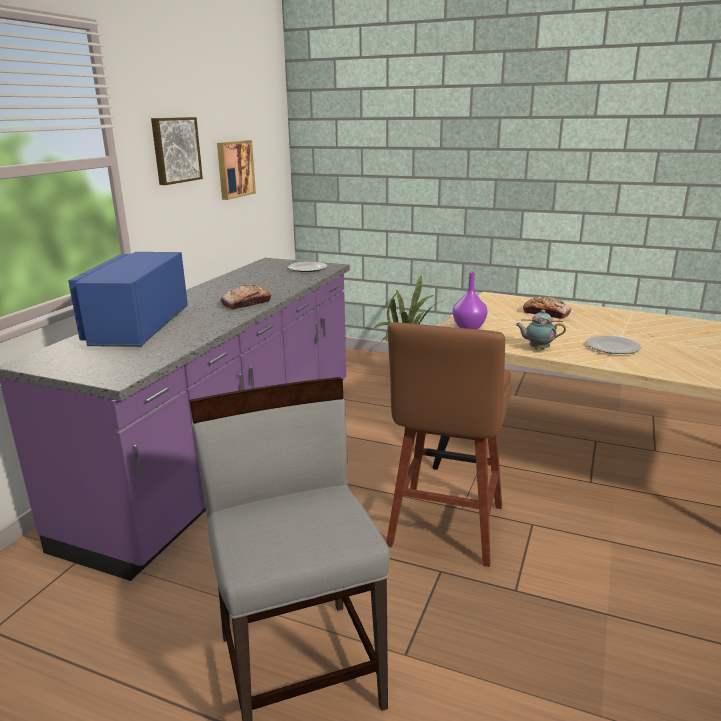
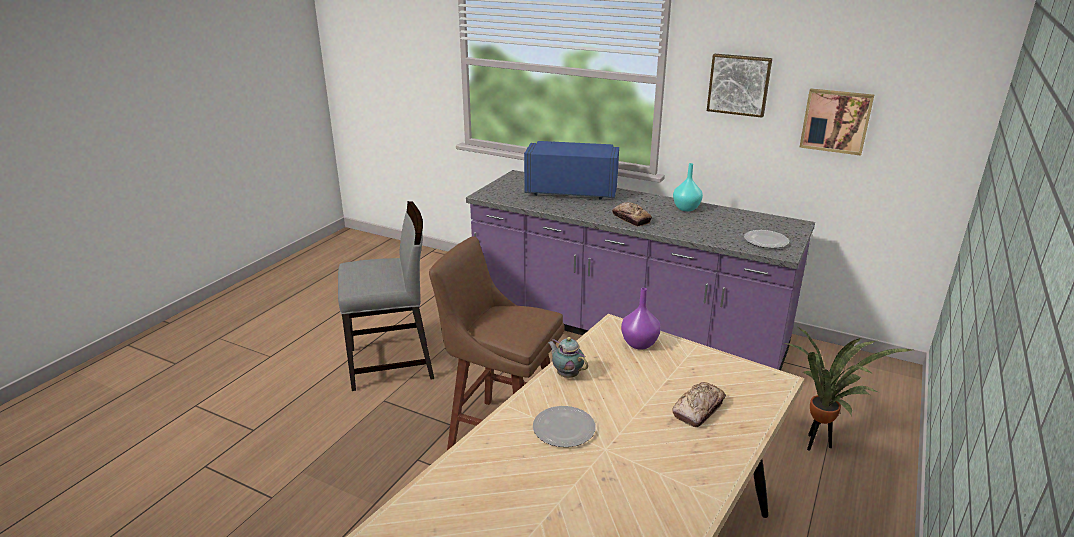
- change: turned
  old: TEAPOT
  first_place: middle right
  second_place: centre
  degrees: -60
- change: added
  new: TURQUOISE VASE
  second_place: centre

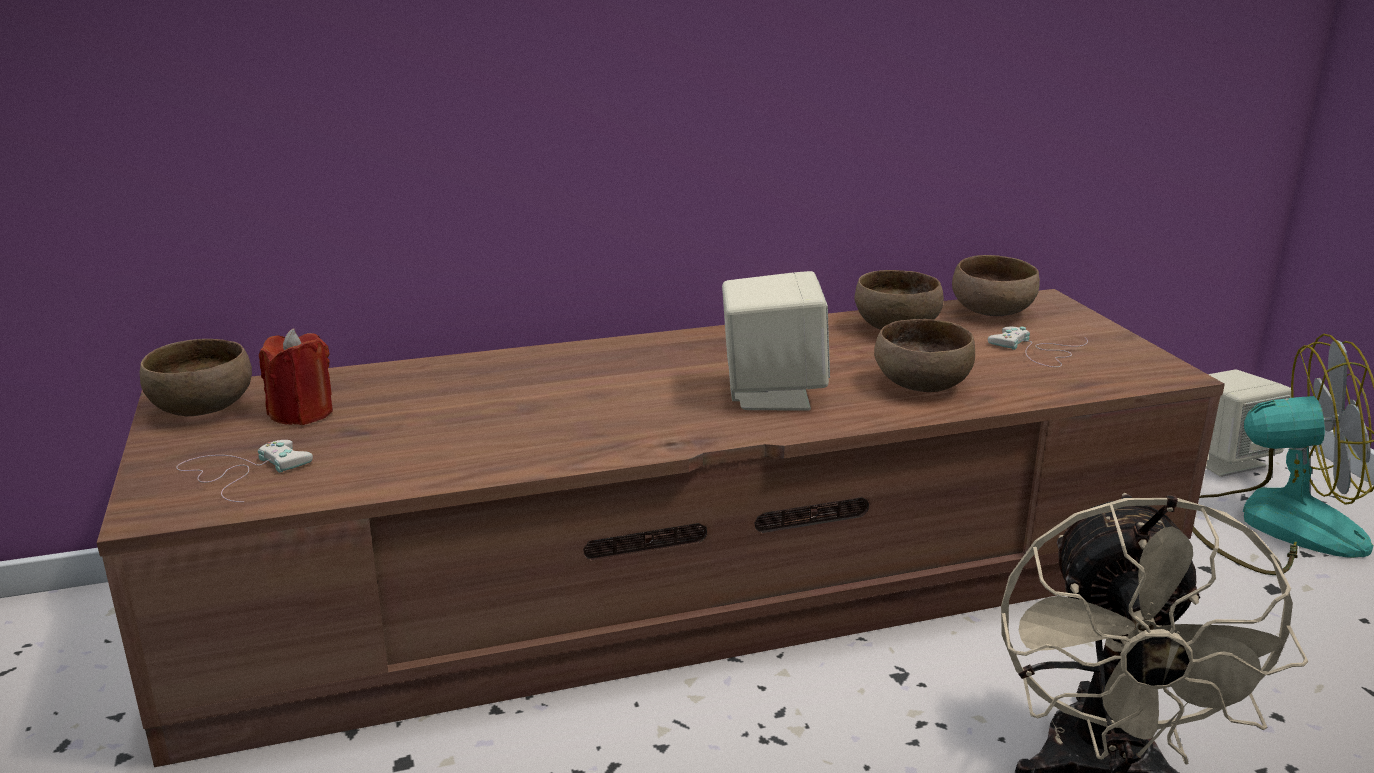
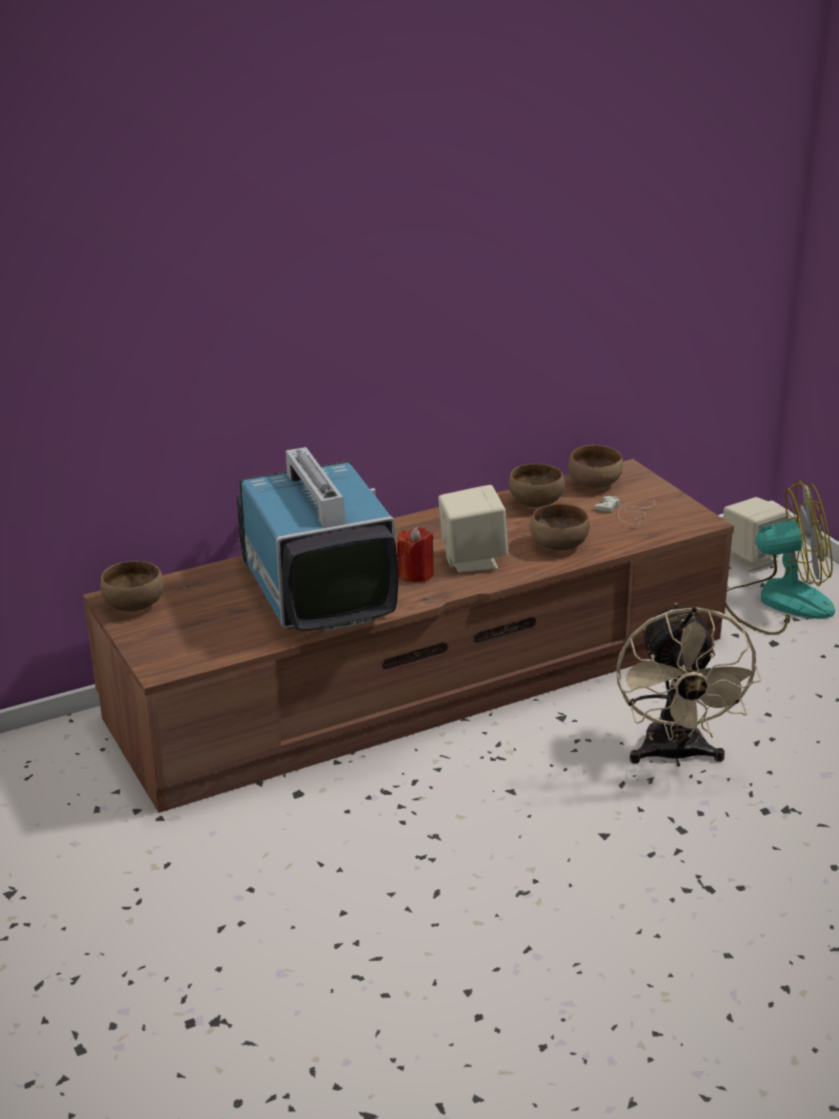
- change: removed
  old: WHITE GAME CONTROLLER (1st from left)
  first_place: middle left
- change: moved
  old: RED CANDLE
  first_place: middle left
  second_place: centre
- change: added
  new: TELEVISION
  second_place: centre

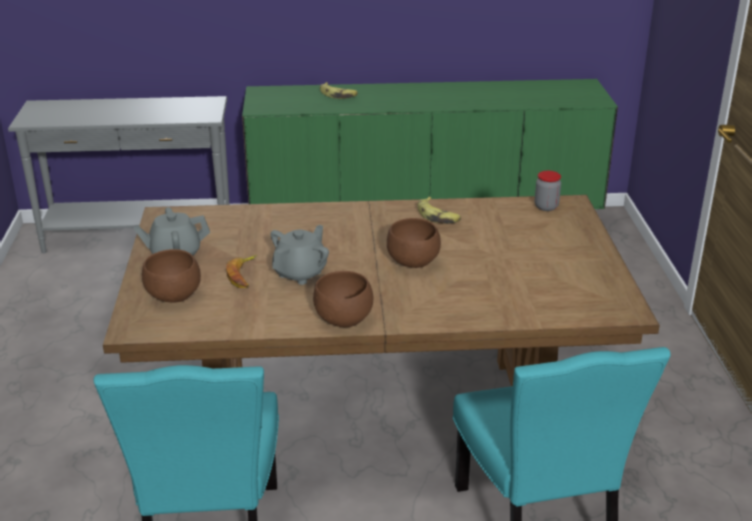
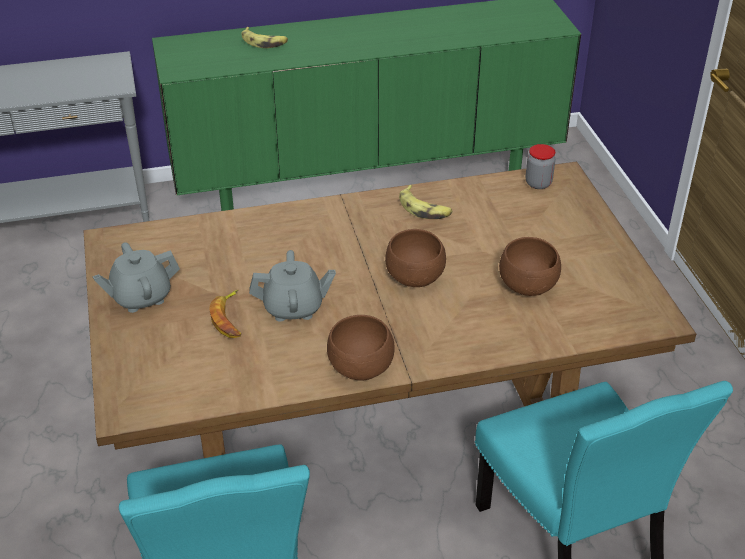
- change: moved
  old: BROWN BOWL (1st from left in the first image)
  new: BROWN BOWL (3rd from left)
  first_place: middle left
  second_place: middle right
- change: turned
  old: GREY TEAPOT (2nd from left)
  first_place: centre
  second_place: centre
  degrees: 60

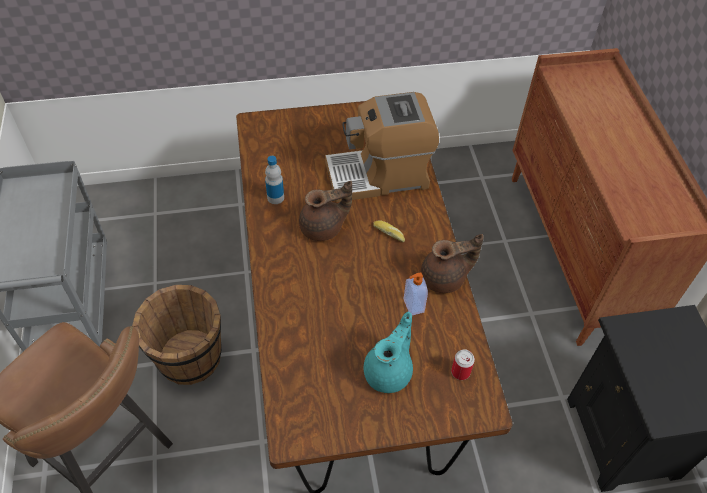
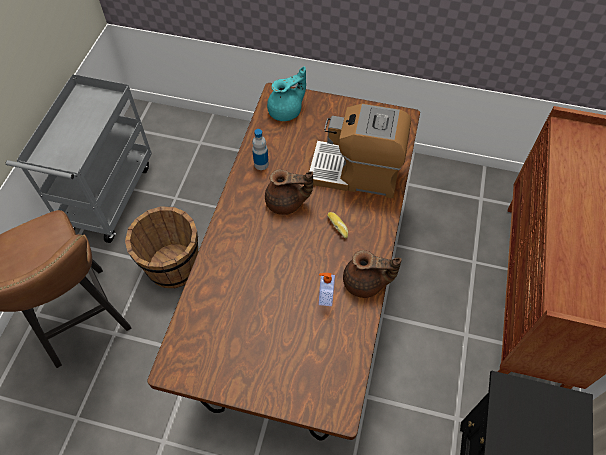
- change: moved
  old: TURQUOISE TEAPOT
  first_place: bottom centre
  second_place: top centre
- change: removed
  old: CAN
  first_place: bottom centre

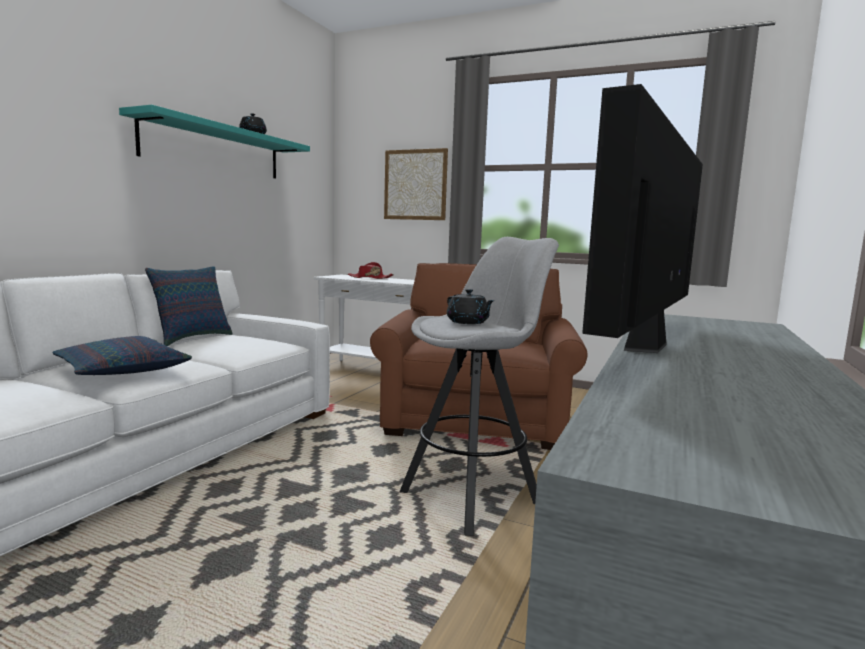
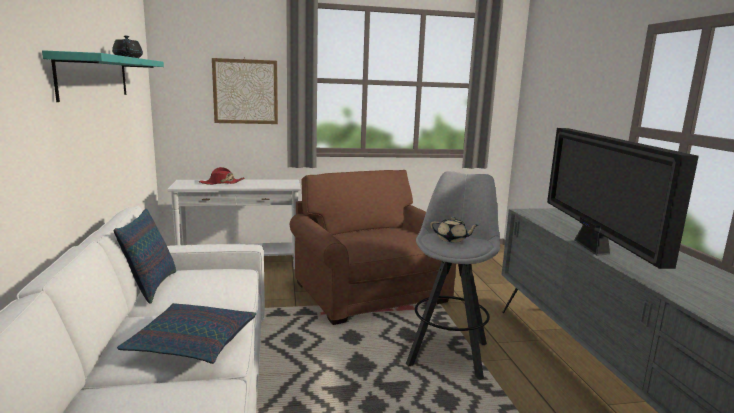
- change: recoloured
  old: BLACK TEAPOT (2nd from left)
  new: BEIGE TEAPOT
  first_place: centre
  second_place: centre

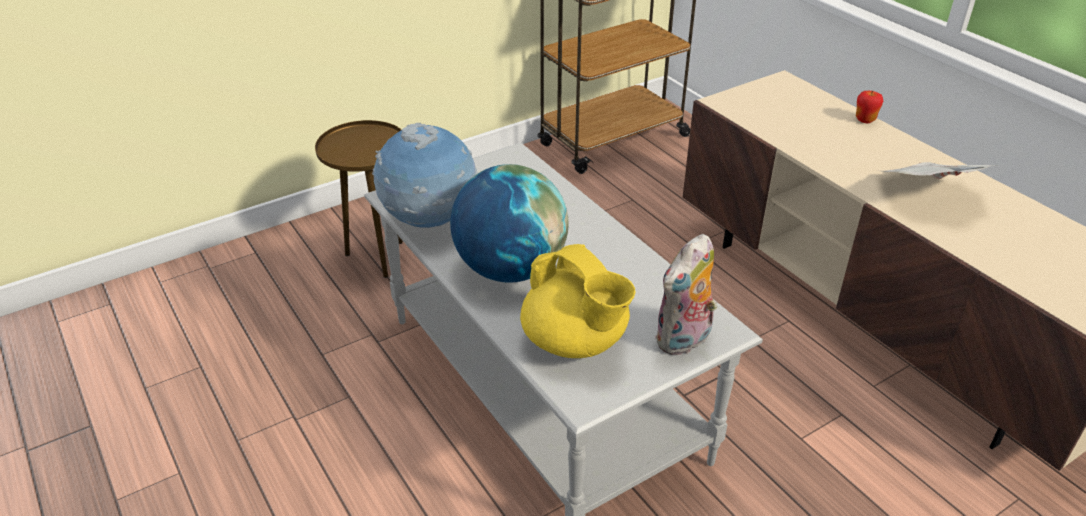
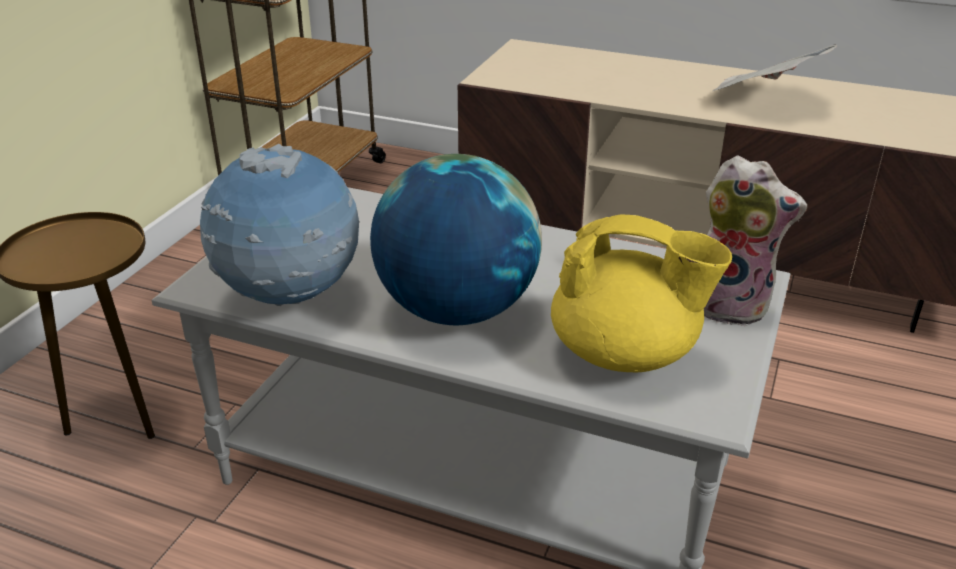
- change: turned
  old: PLUSH TOY
  first_place: centre
  second_place: middle right
  degrees: -75
- change: removed
  old: APPLE
  first_place: top right

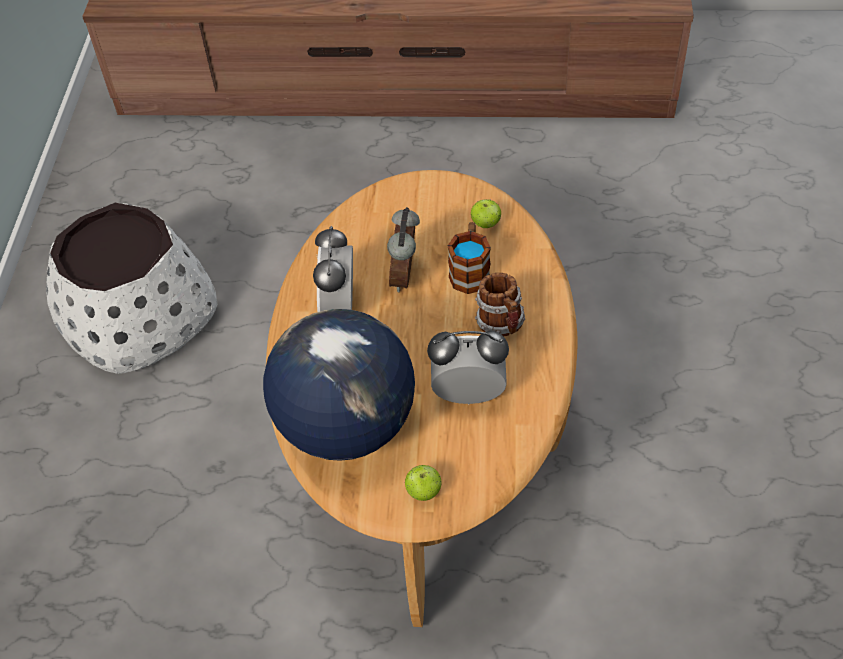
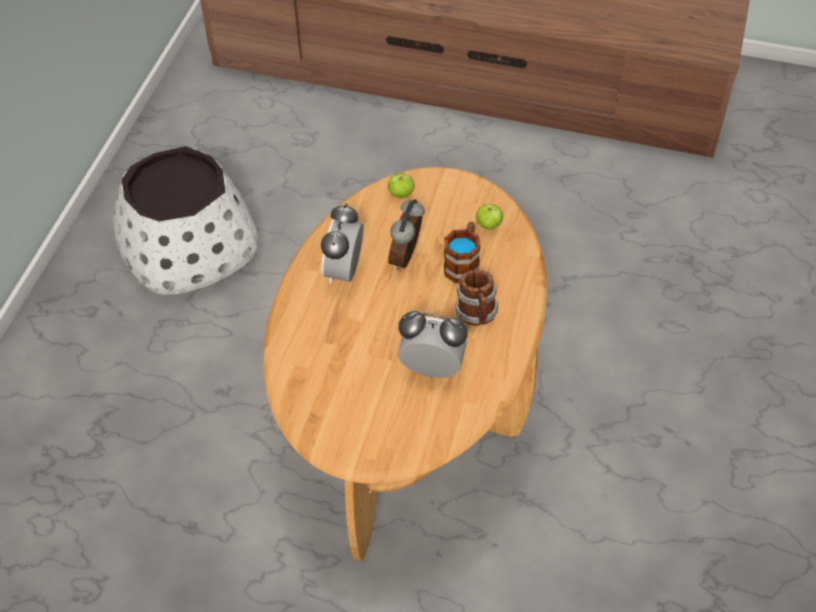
- change: removed
  old: GLOBE
  first_place: centre
- change: moved
  old: APPLE (1st from left)
  first_place: bottom centre
  second_place: top centre

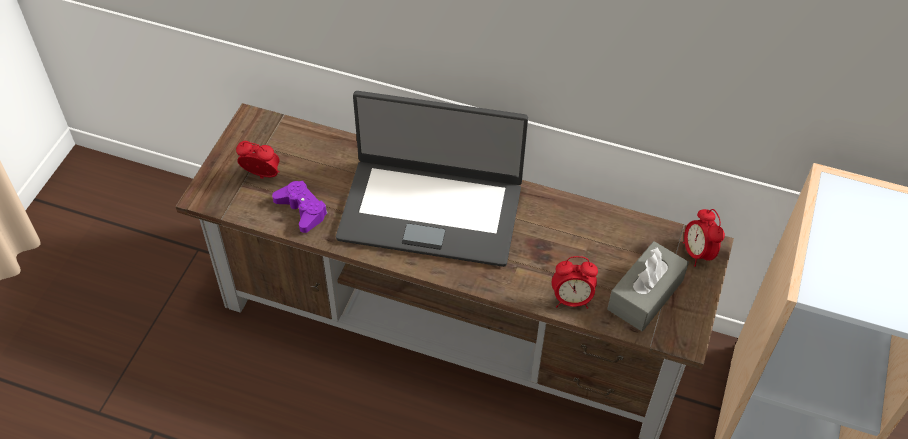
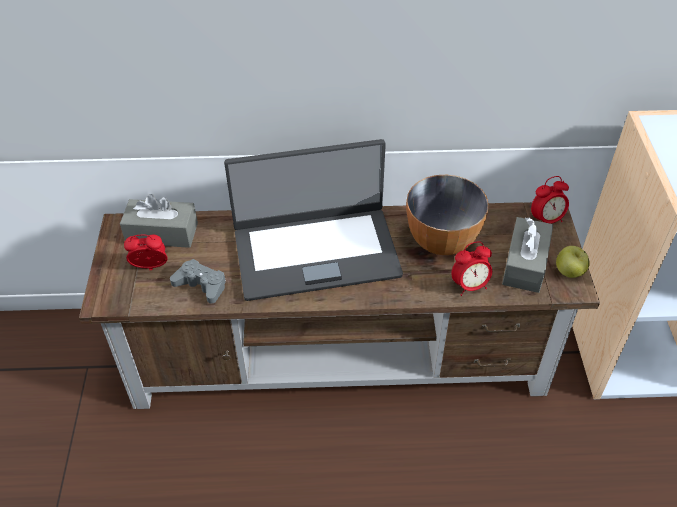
- change: recoloured
  old: PURPLE GAME CONTROLLER
  new: GREY GAME CONTROLLER
  first_place: middle left
  second_place: middle left
- change: turned
  old: ALARM CLOCK (3rd from left)
  first_place: middle right
  second_place: middle right
  degrees: -75
- change: added
  new: GREY TISSUE BOX (1st from left)
  second_place: middle left
- change: added
  new: BOWL
  second_place: centre
- change: added
  new: APPLE
  second_place: middle right

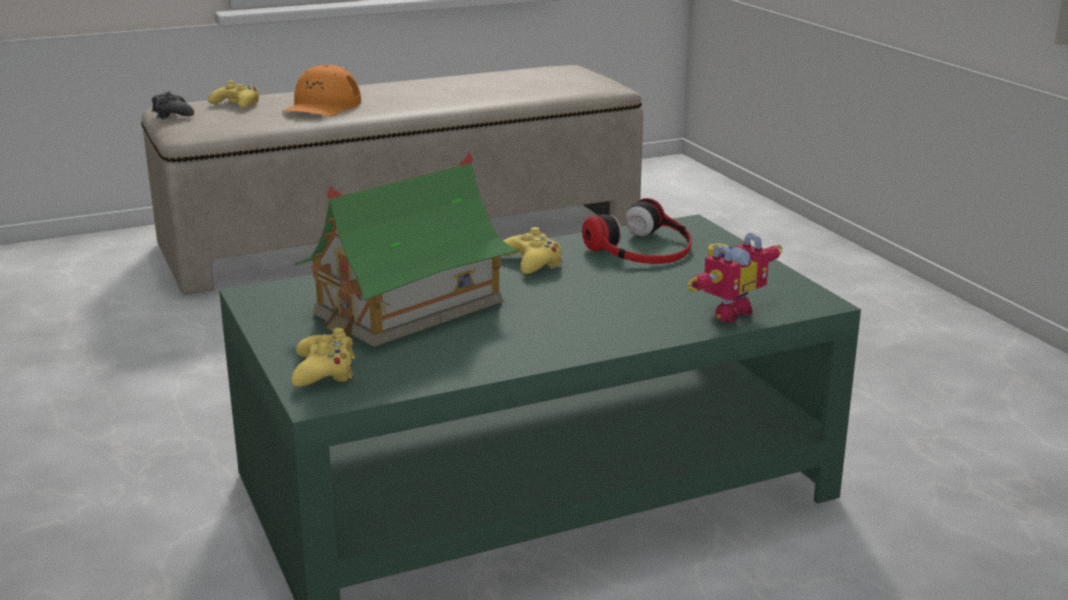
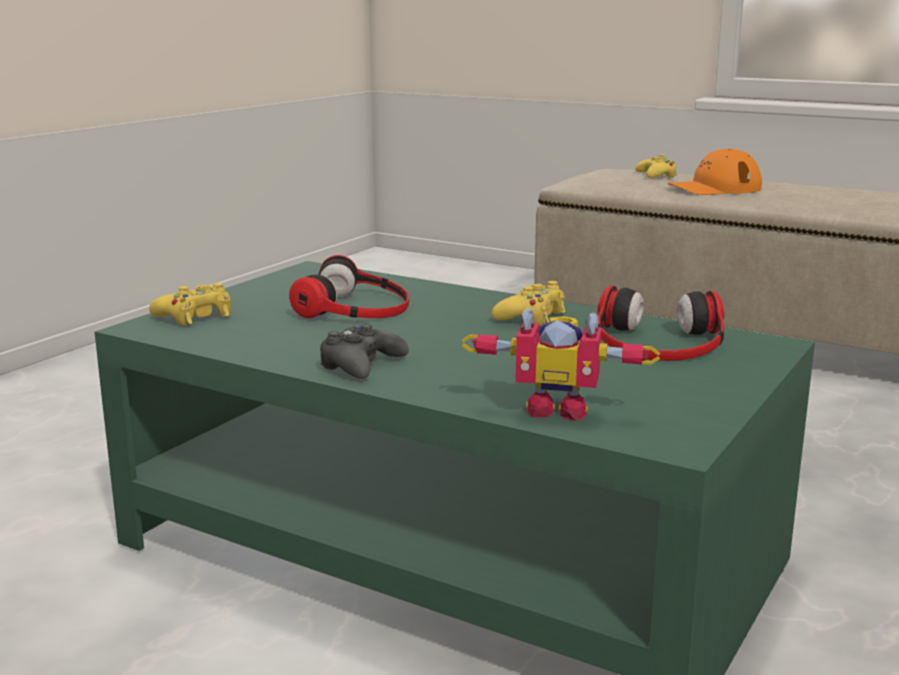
- change: moved
  old: BLACK GAME CONTROLLER
  first_place: top left
  second_place: centre
- change: replaced
  old: TOY HOUSE
  new: HEADPHONES (1st from left)
  first_place: centre
  second_place: centre

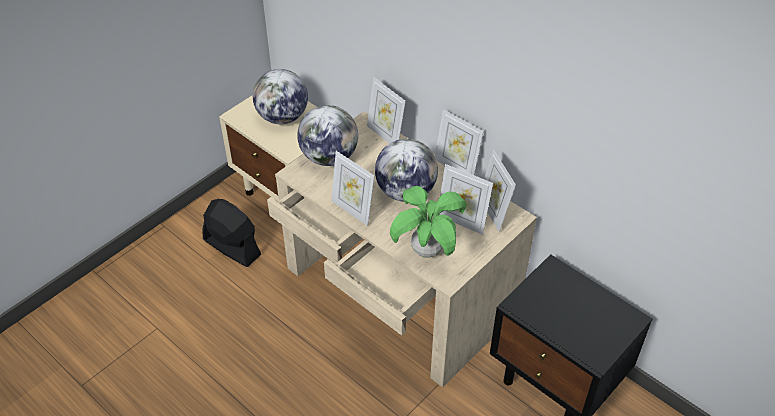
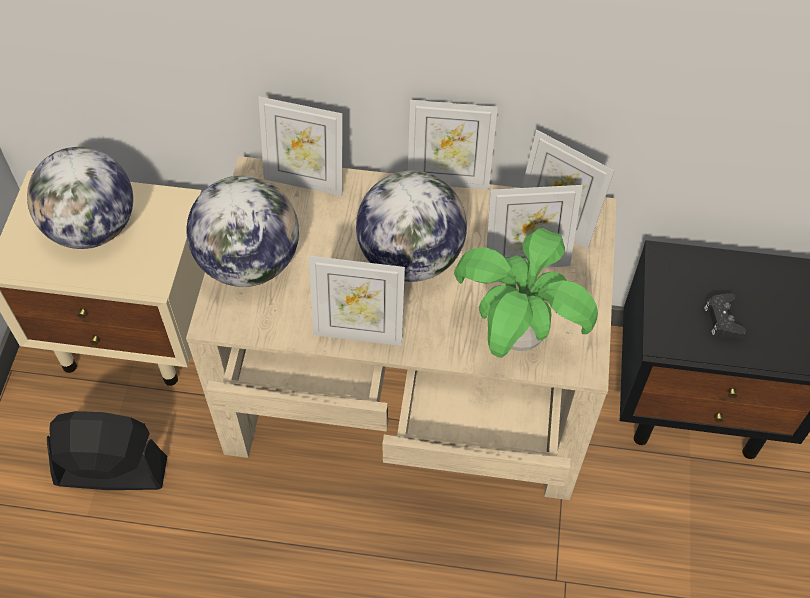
- change: added
  new: BLACK GAME CONTROLLER
  second_place: middle right

